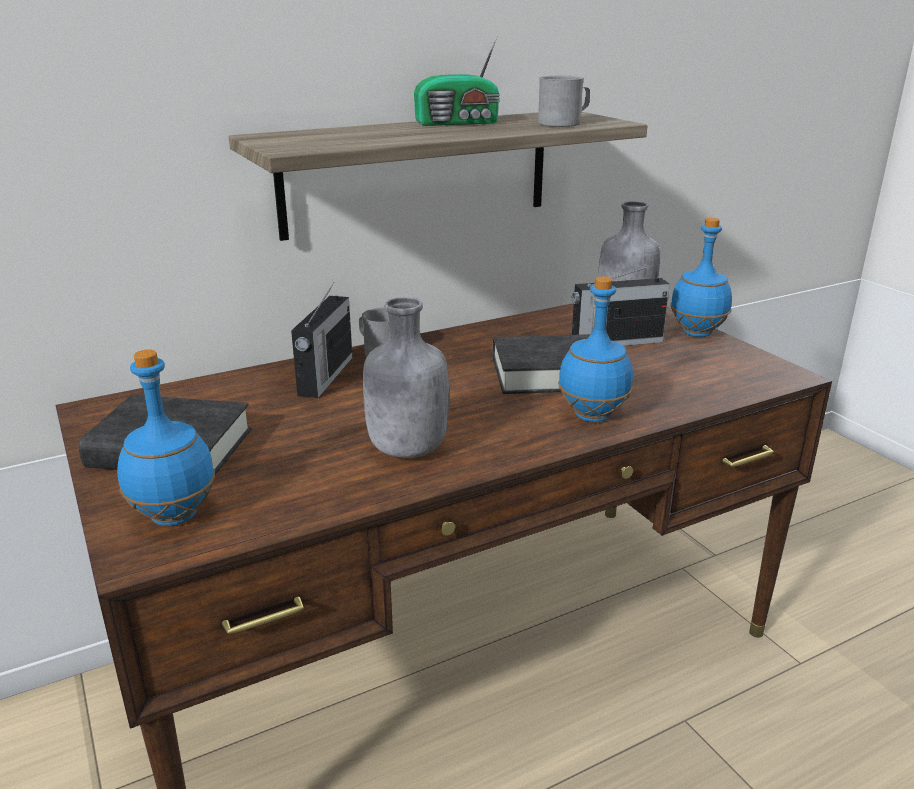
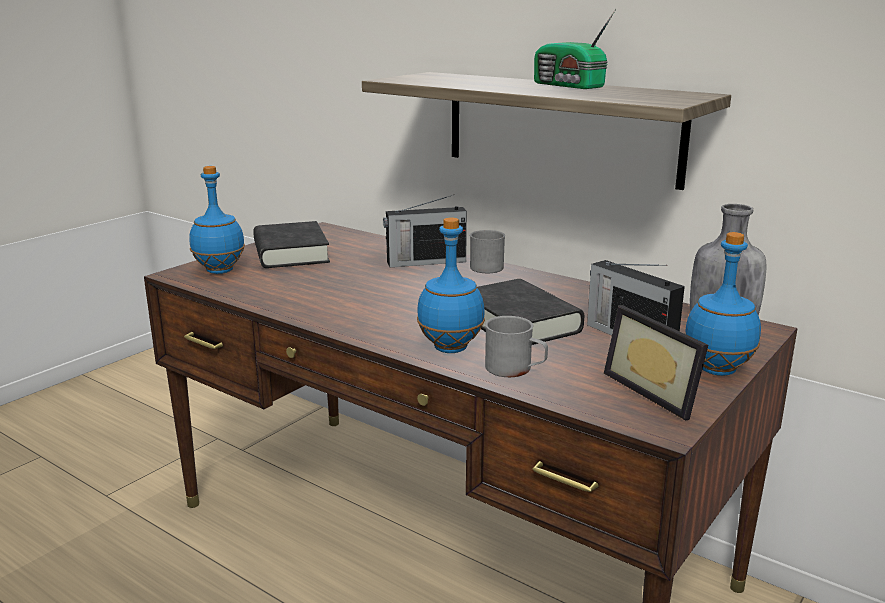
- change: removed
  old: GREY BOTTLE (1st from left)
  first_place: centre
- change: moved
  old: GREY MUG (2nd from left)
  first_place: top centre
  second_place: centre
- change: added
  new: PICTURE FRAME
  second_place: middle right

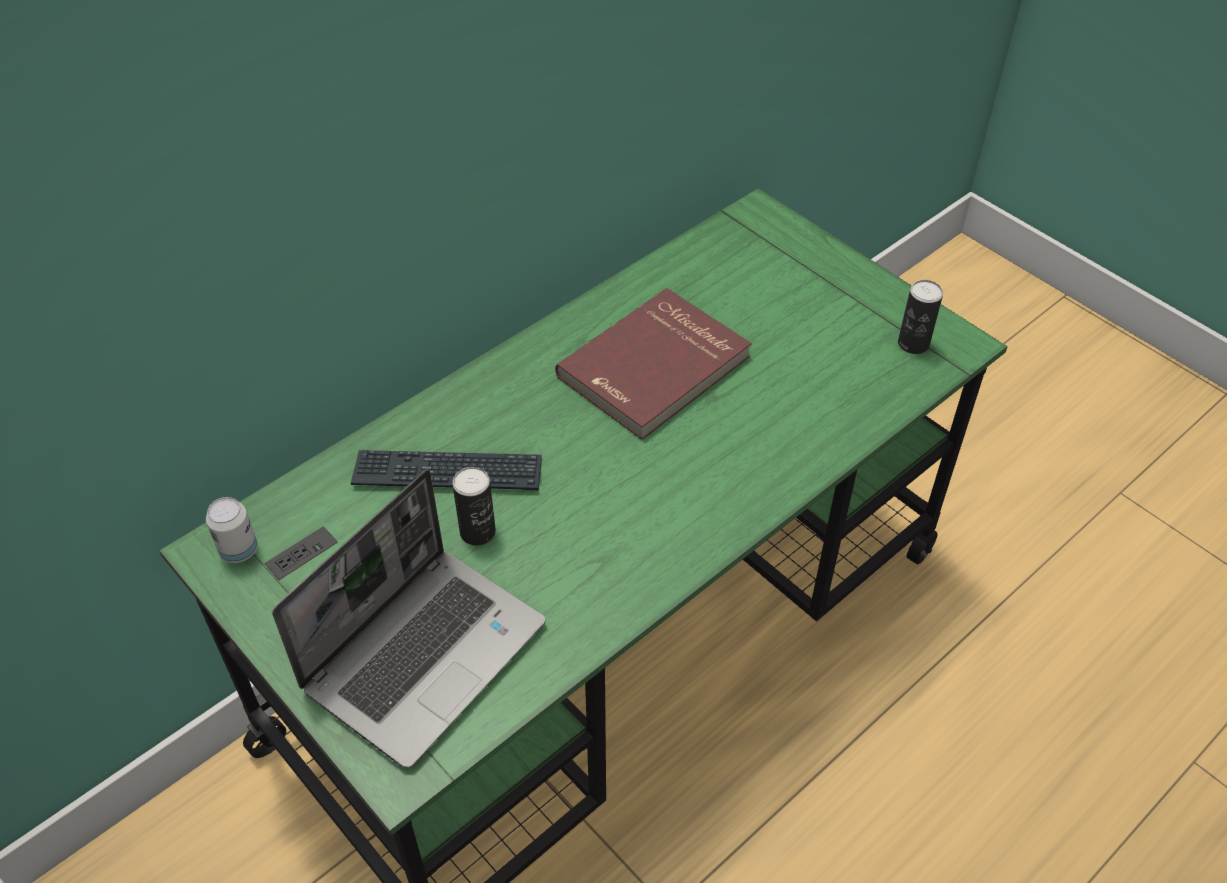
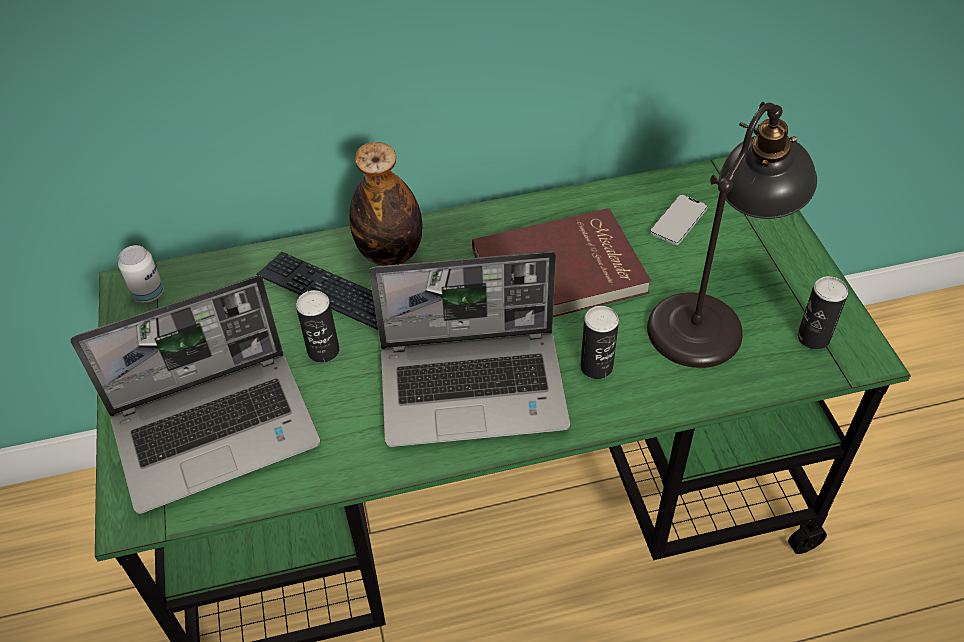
- change: added
  new: BOTTLE
  second_place: top centre
- change: added
  new: LAPTOP (2nd from left)
  second_place: centre
- change: added
  new: CAN (3rd from left)
  second_place: centre
- change: added
  new: GREY TABLE LAMP
  second_place: middle right
- change: added
  new: PHONE
  second_place: middle right

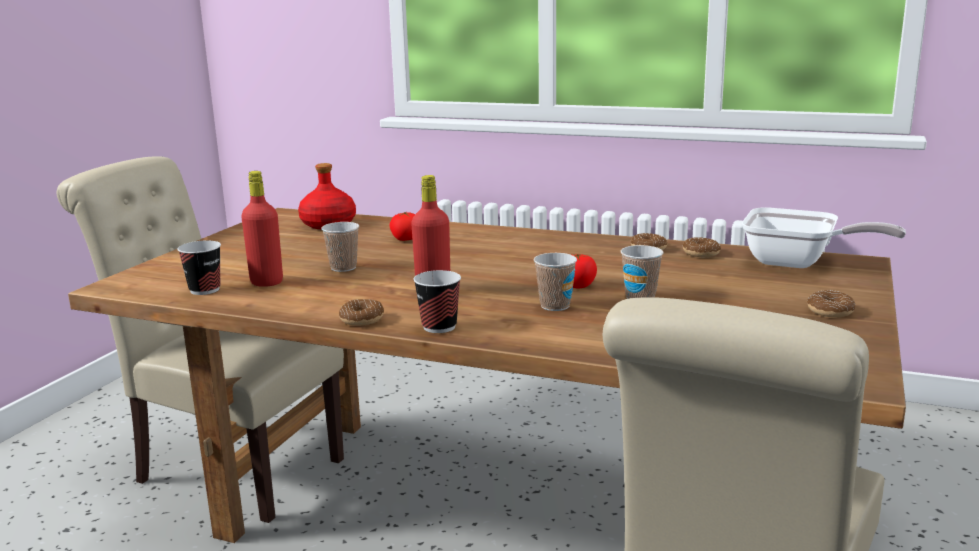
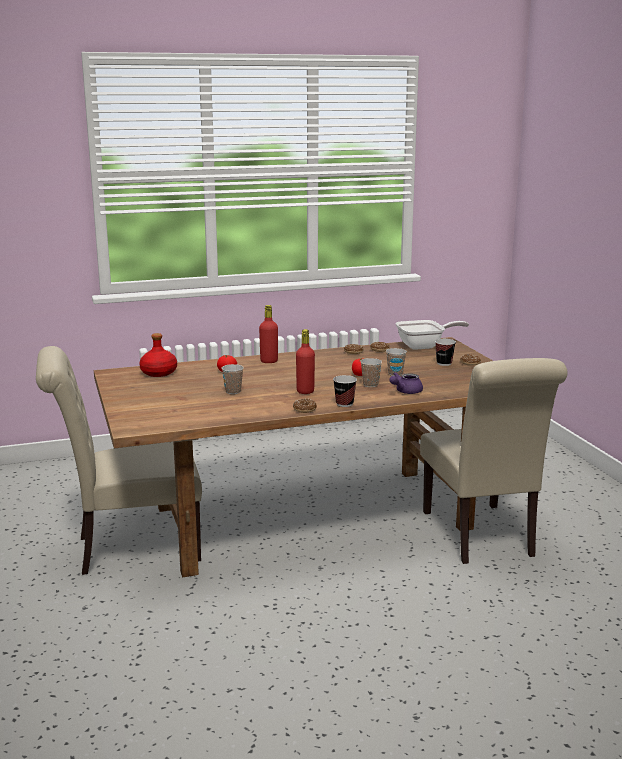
- change: moved
  old: CUP (1st from left in the first image)
  new: CUP (5th from left)
  first_place: middle left
  second_place: middle right
- change: moved
  old: RED BOTTLE (1st from left in the first image)
  new: RED BOTTLE (2nd from left)
  first_place: middle left
  second_place: centre
- change: added
  new: PURPLE TEAPOT
  second_place: centre

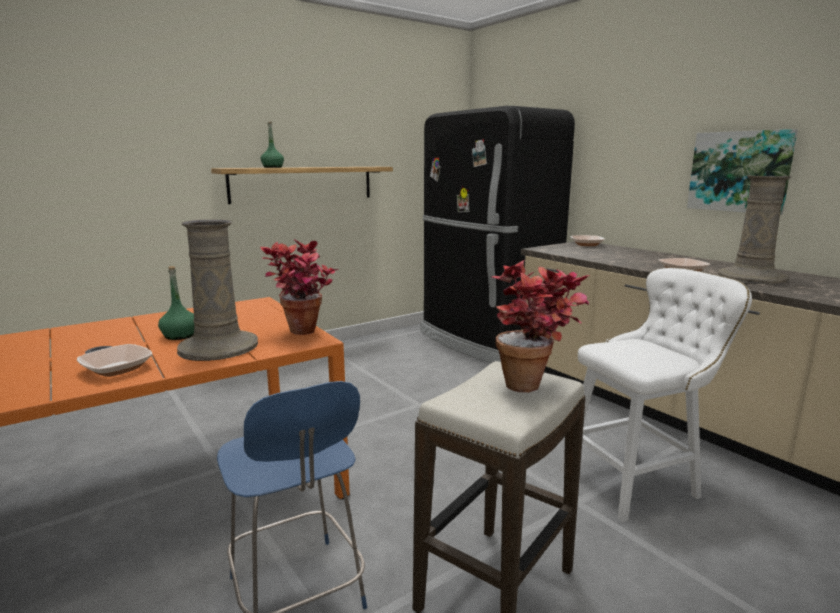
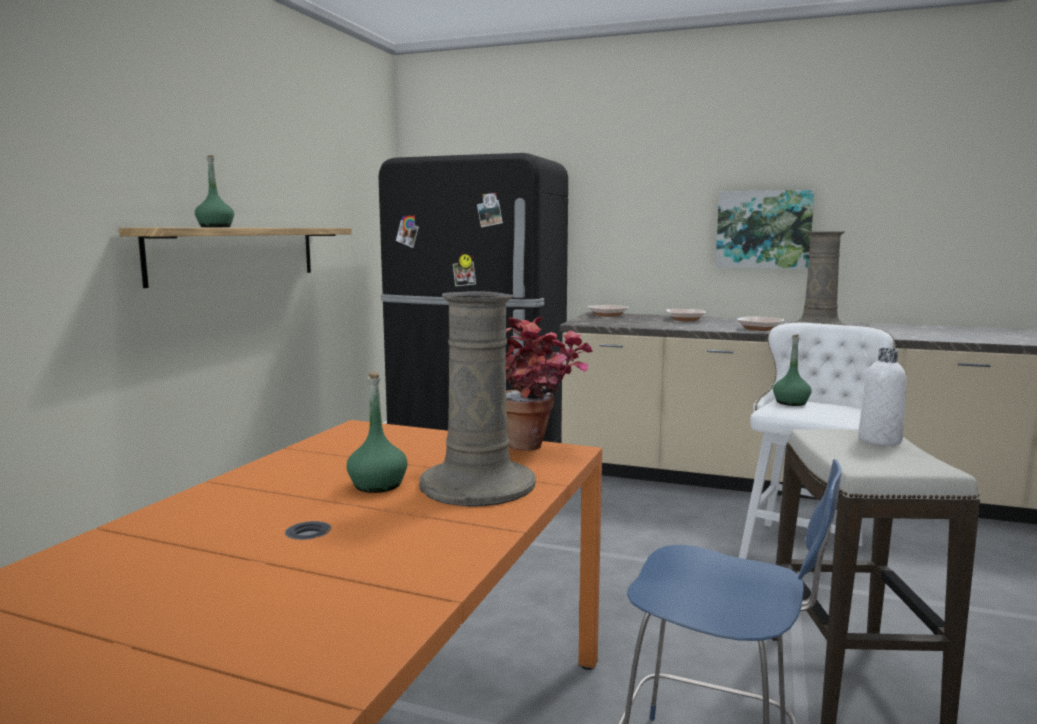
- change: moved
  old: BOWL (1st from left in the first image)
  new: BOWL (2nd from left)
  first_place: middle left
  second_place: centre
- change: replaced
  old: POTTED PLANT (2nd from left)
  new: WHITE BOTTLE
  first_place: centre
  second_place: middle right
- change: added
  new: GREEN BOTTLE (3rd from left)
  second_place: middle right

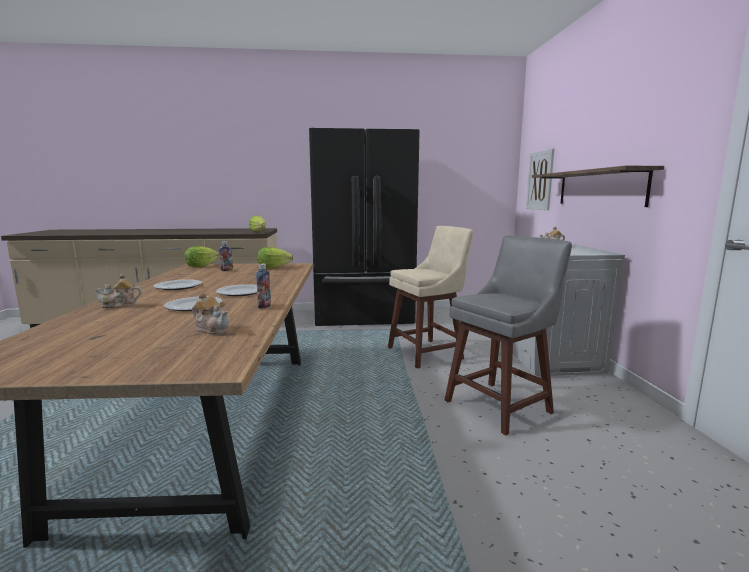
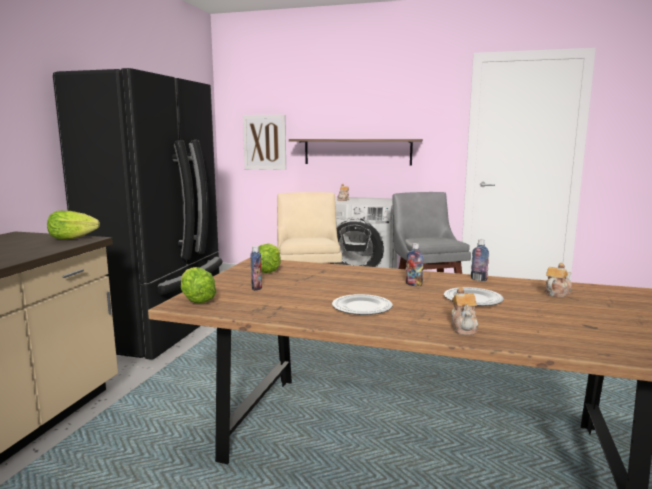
- change: replaced
  old: PLATE (3rd from left)
  new: BOTTLE (2nd from left)
  first_place: middle left
  second_place: centre

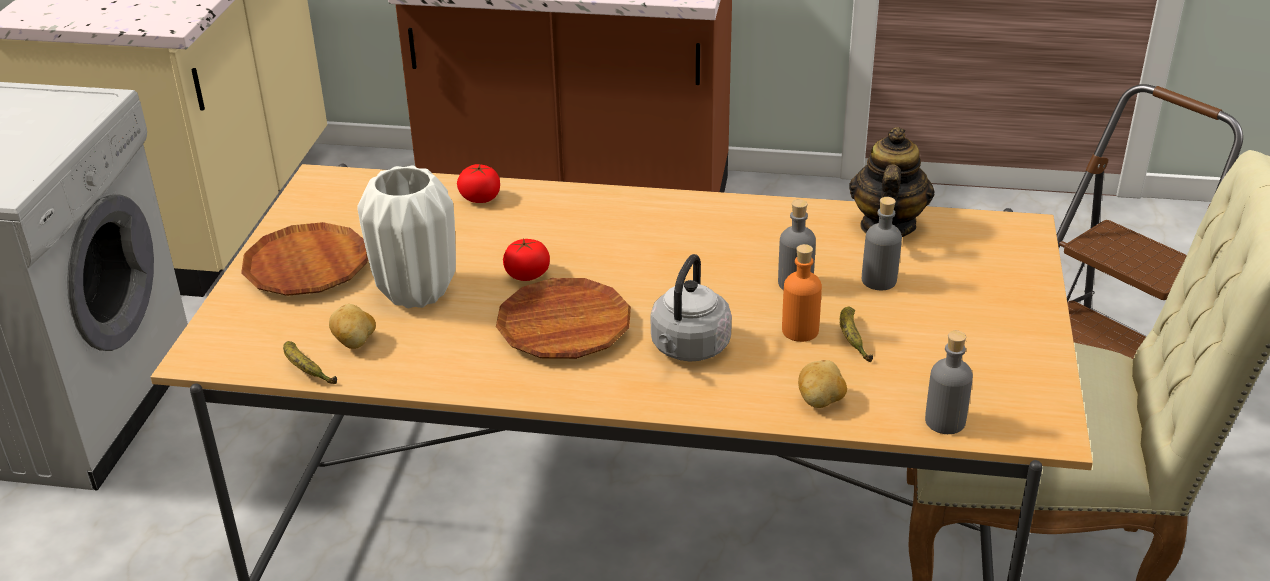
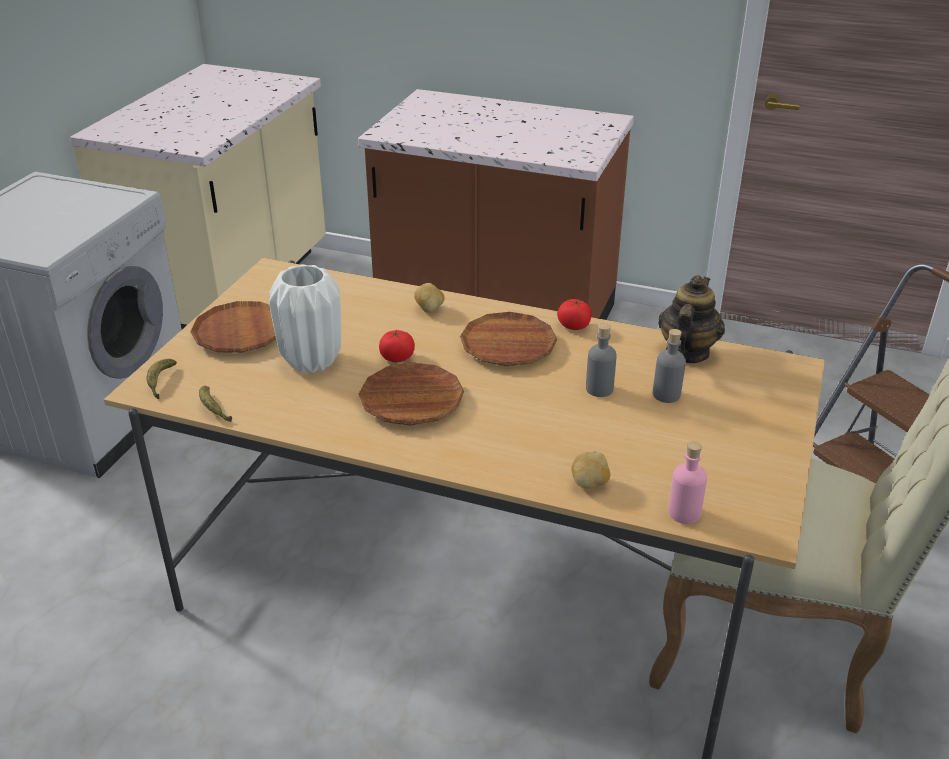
- change: moved
  old: POTATO (1st from left)
  first_place: middle left
  second_place: centre
- change: moved
  old: TOMATO (1st from left in the first image)
  new: TOMATO (2nd from left)
  first_place: top centre
  second_place: centre
- change: removed
  old: GREY KETTLE
  first_place: centre
- change: removed
  old: ORANGE BOTTLE
  first_place: centre
- change: moved
  old: BANANA (2nd from left in the first image)
  new: BANANA (1st from left)
  first_place: middle right
  second_place: middle left
- change: recoloured
  old: GREY BOTTLE (3rd from left)
  new: PINK BOTTLE
  first_place: middle right
  second_place: middle right
- change: added
  new: BROWN PLATE (3rd from left)
  second_place: centre

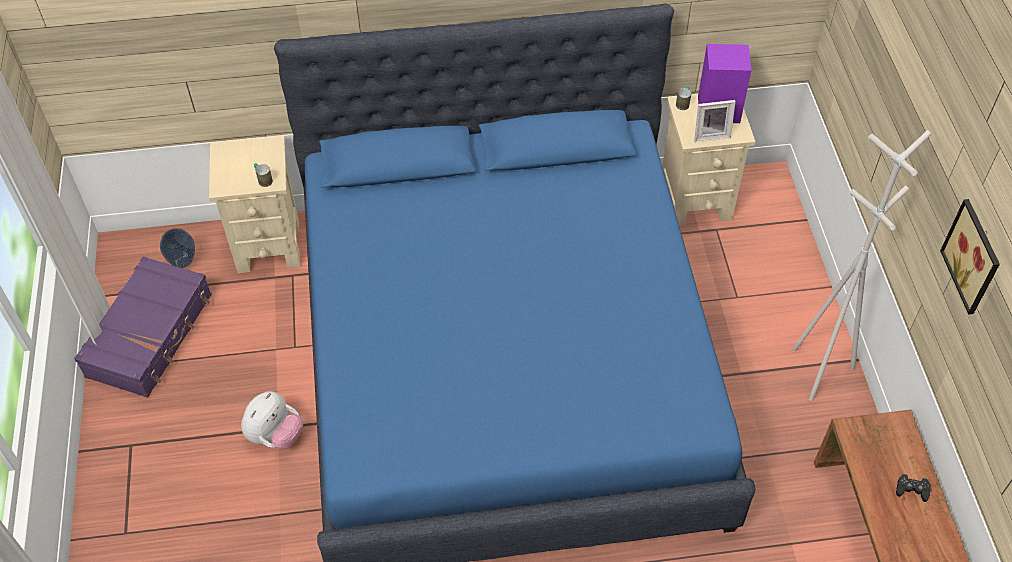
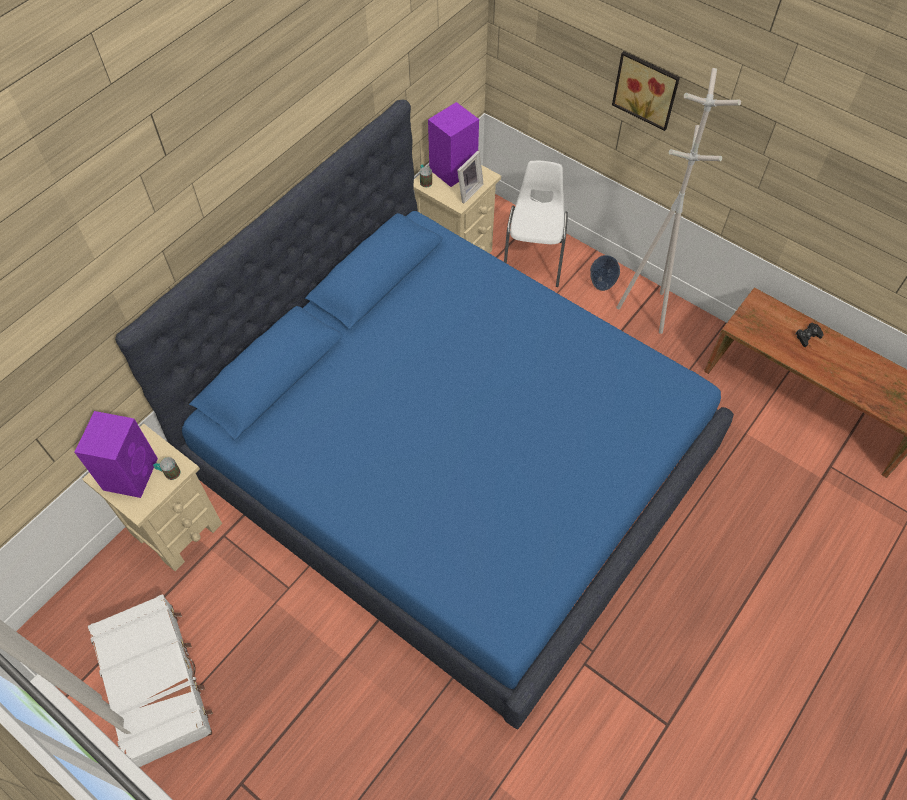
- change: recoloured
  old: PURPLE SUITCASE
  new: WHITE SUITCASE
  first_place: middle left
  second_place: bottom left
- change: moved
  old: VASE
  first_place: middle left
  second_place: middle right
- change: removed
  old: PLUSH TOY
  first_place: bottom left
- change: moved
  old: PICTURE
  first_place: middle right
  second_place: top right
- change: added
  new: PURPLE SPEAKER (1st from left)
  second_place: middle left
- change: added
  new: WHITE CHAIR
  second_place: top centre

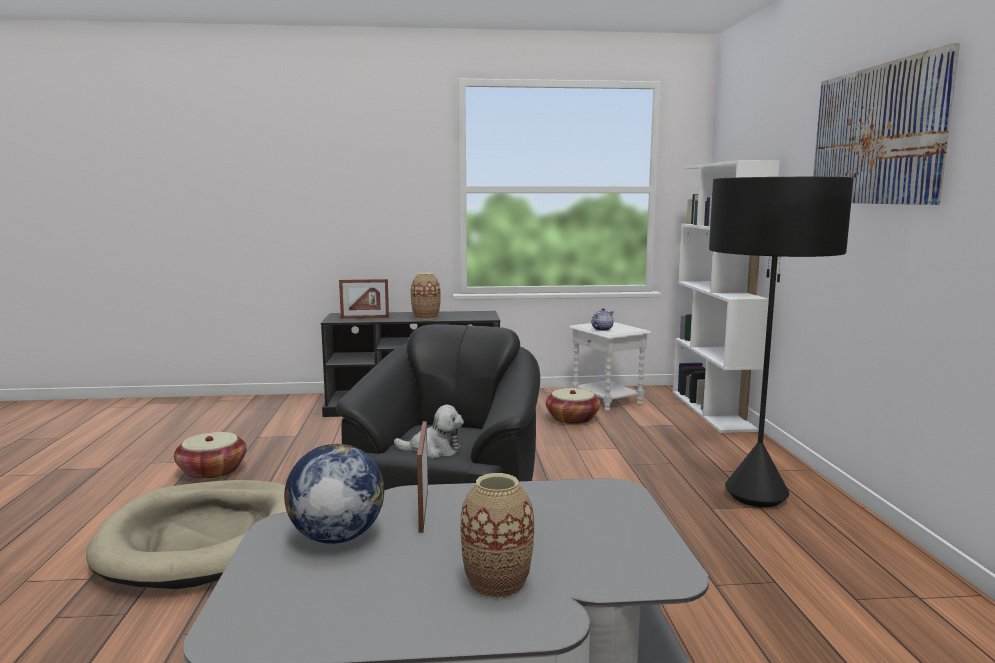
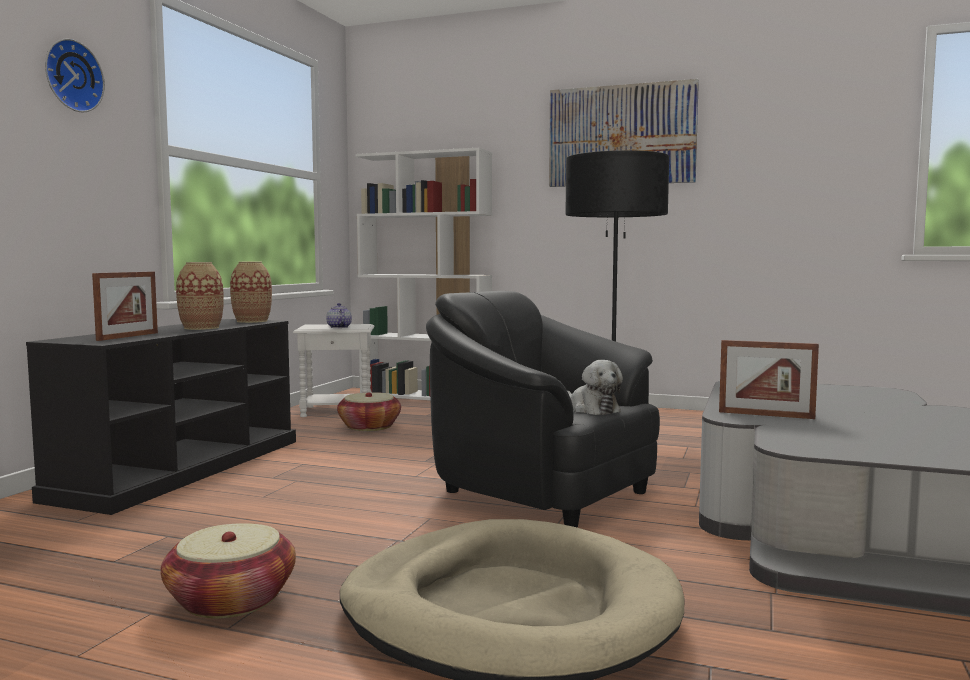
- change: removed
  old: GLOBE
  first_place: bottom centre
- change: turned
  old: PLUSH TOY
  first_place: centre
  second_place: centre
  degrees: 120
- change: moved
  old: VASE (2nd from left)
  first_place: bottom centre
  second_place: middle left
- change: added
  new: WALL CLOCK
  second_place: top left

